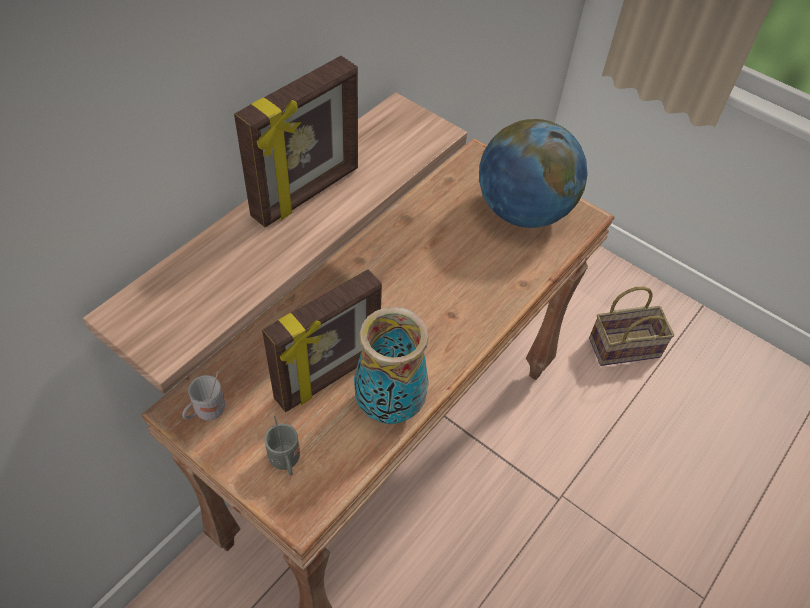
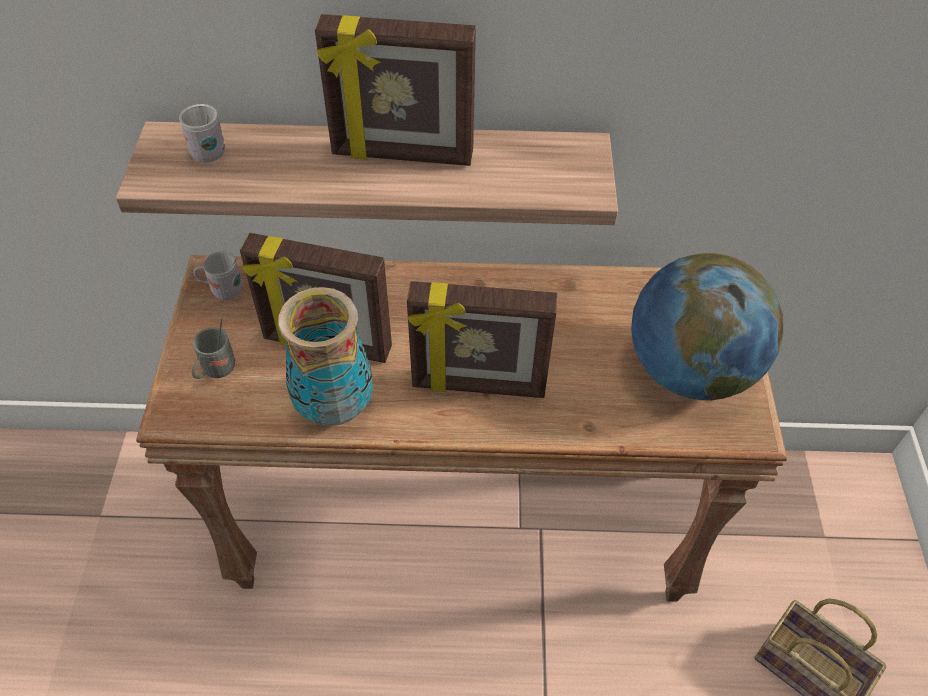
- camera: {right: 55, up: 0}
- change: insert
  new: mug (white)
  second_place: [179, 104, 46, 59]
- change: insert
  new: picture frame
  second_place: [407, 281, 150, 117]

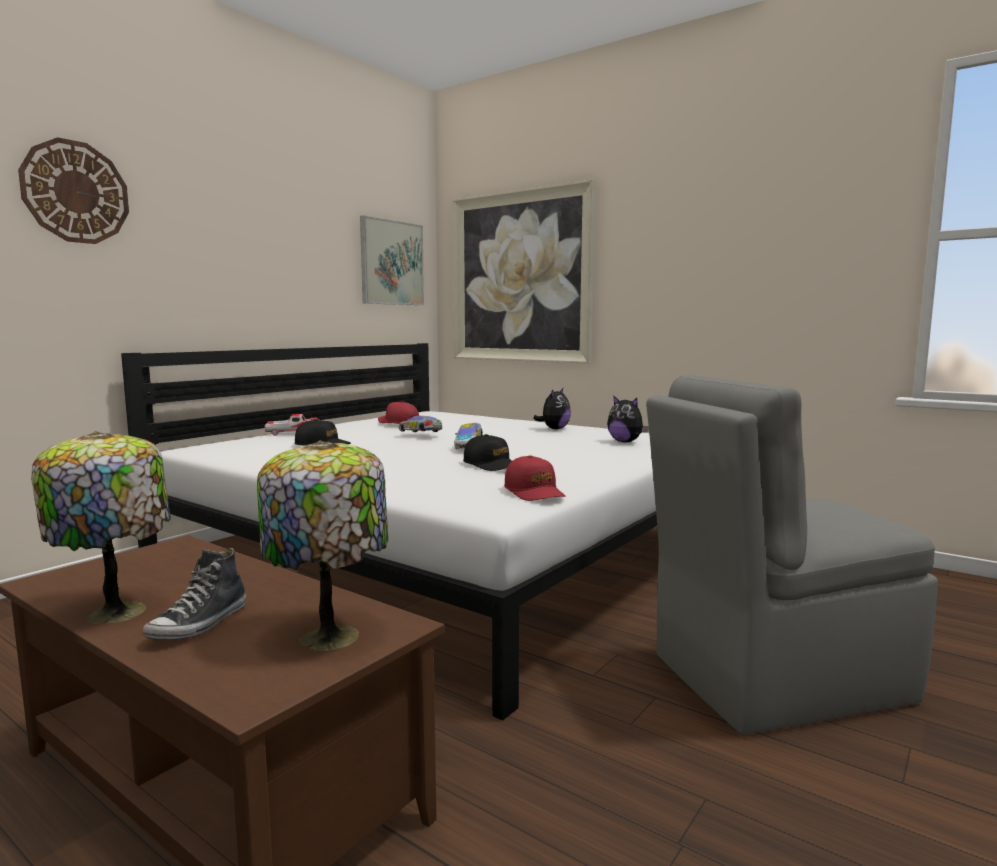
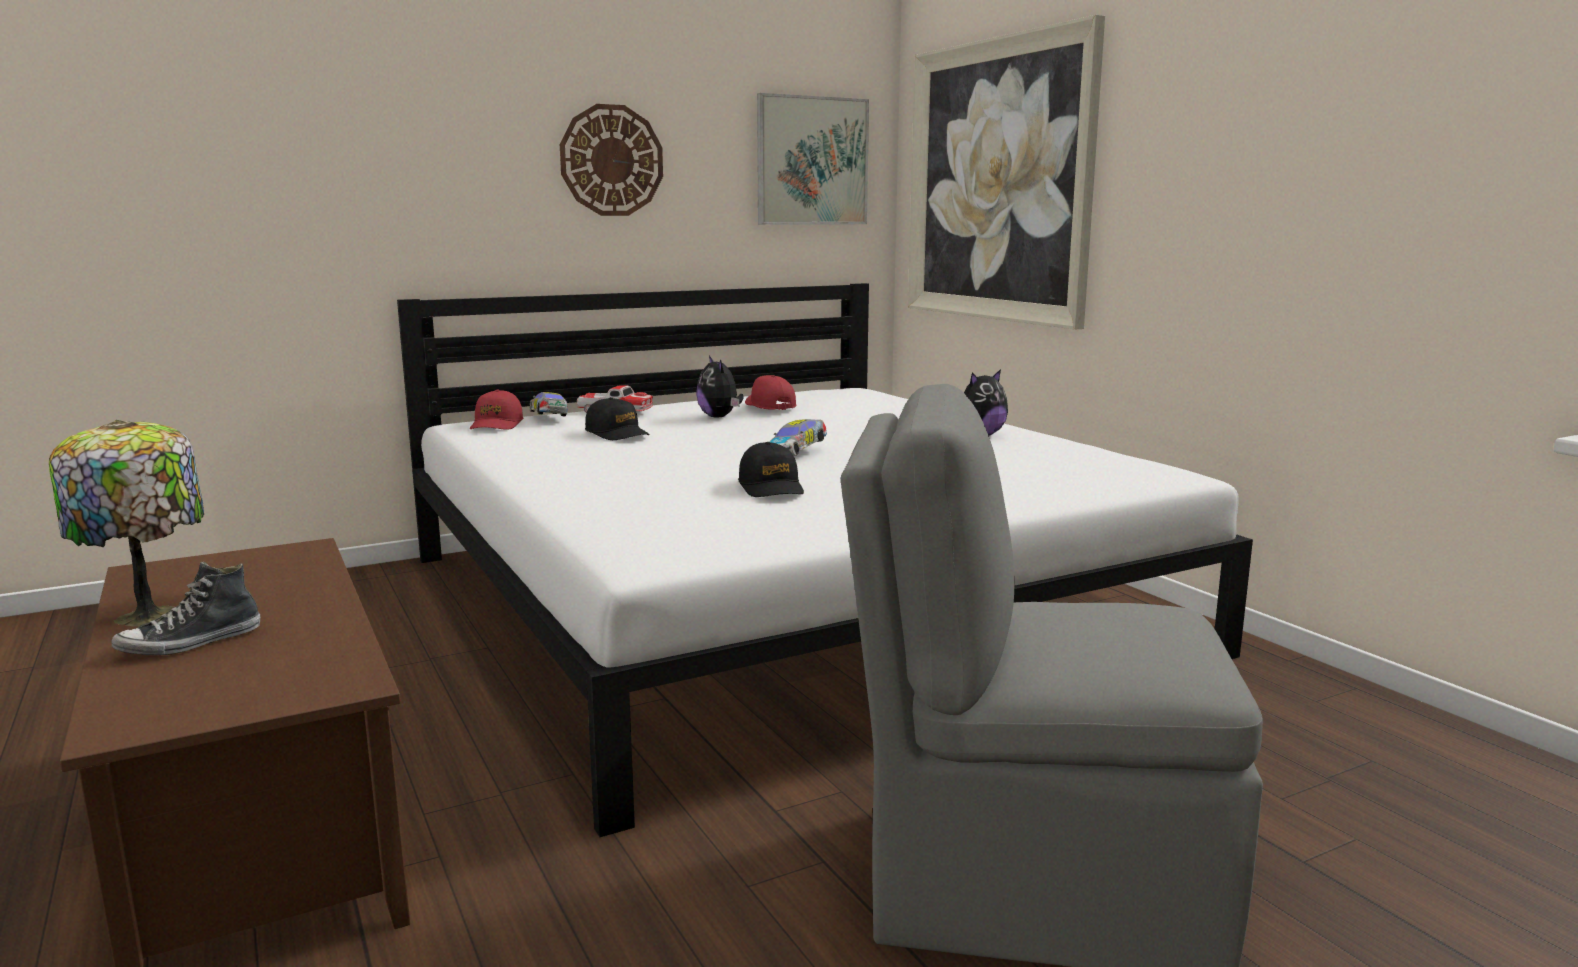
- camera: {right: 25, up: 5}
- change: move
  old: wall clock
  first_place: [18, 137, 111, 107]
  second_place: [560, 104, 103, 112]
- change: move
  old: plush toy
  first_place: [607, 395, 42, 48]
  second_place: [696, 356, 48, 62]
- change: move
  old: toy car
  first_place: [398, 416, 44, 16]
  second_place: [530, 392, 38, 24]
- change: delete
  old: table lamp
  first_place: [257, 440, 131, 212]
- change: move
  old: cap (red)
  first_place: [504, 455, 61, 46]
  second_place: [470, 390, 53, 40]

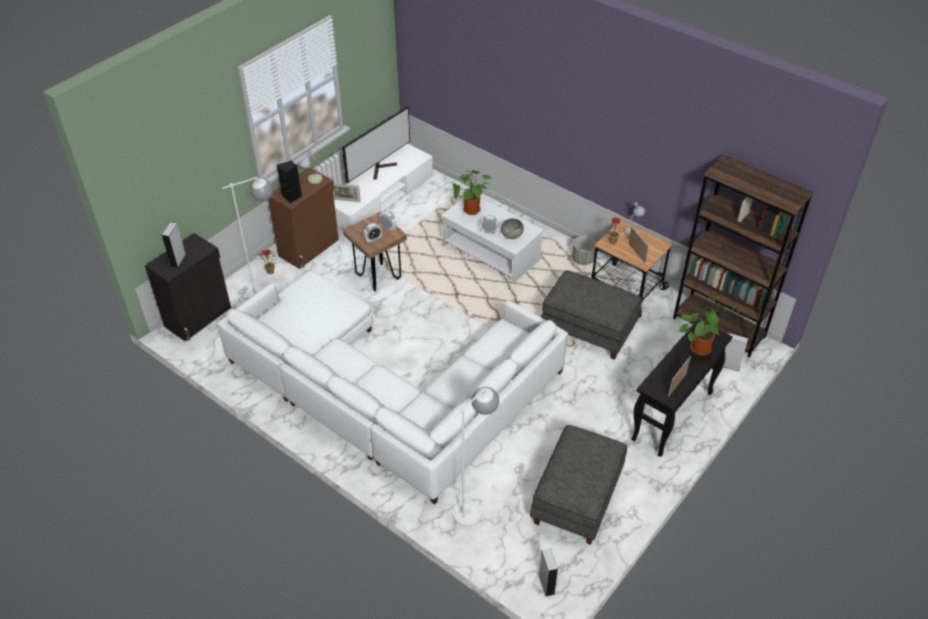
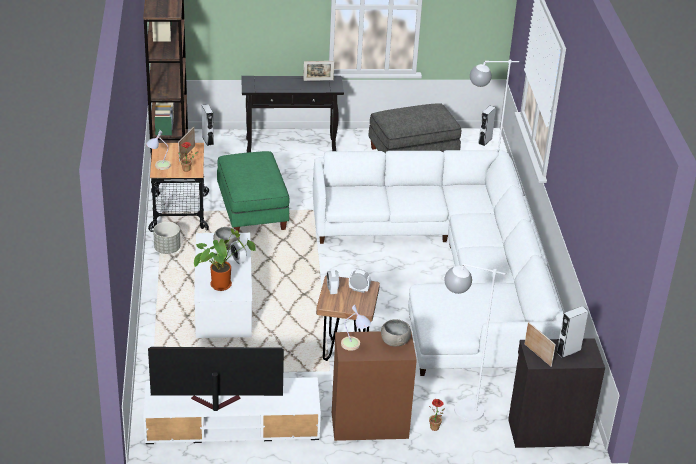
- camera: {right: -135, up: -10}
- change: replace
  old: speaker (black)
  new: bowl (grey)
  first_place: [277, 160, 25, 44]
  second_place: [381, 319, 30, 27]
- change: move
  old: picture frame
  first_place: [333, 183, 28, 19]
  second_place: [525, 322, 31, 45]
- change: recolor
  old: ottoman (grey)
  new: ottoman (green)
  first_place: [541, 270, 101, 90]
  second_place: [217, 151, 72, 82]
- change: delete
  old: potted plant
  first_place: [678, 295, 61, 61]

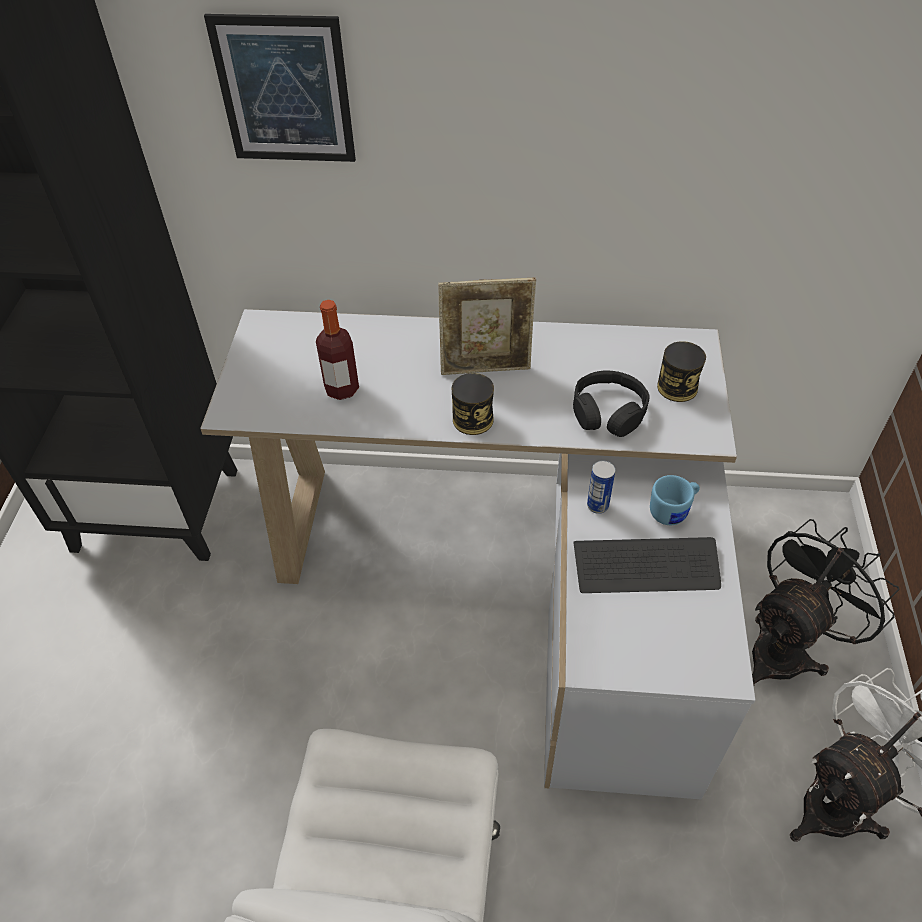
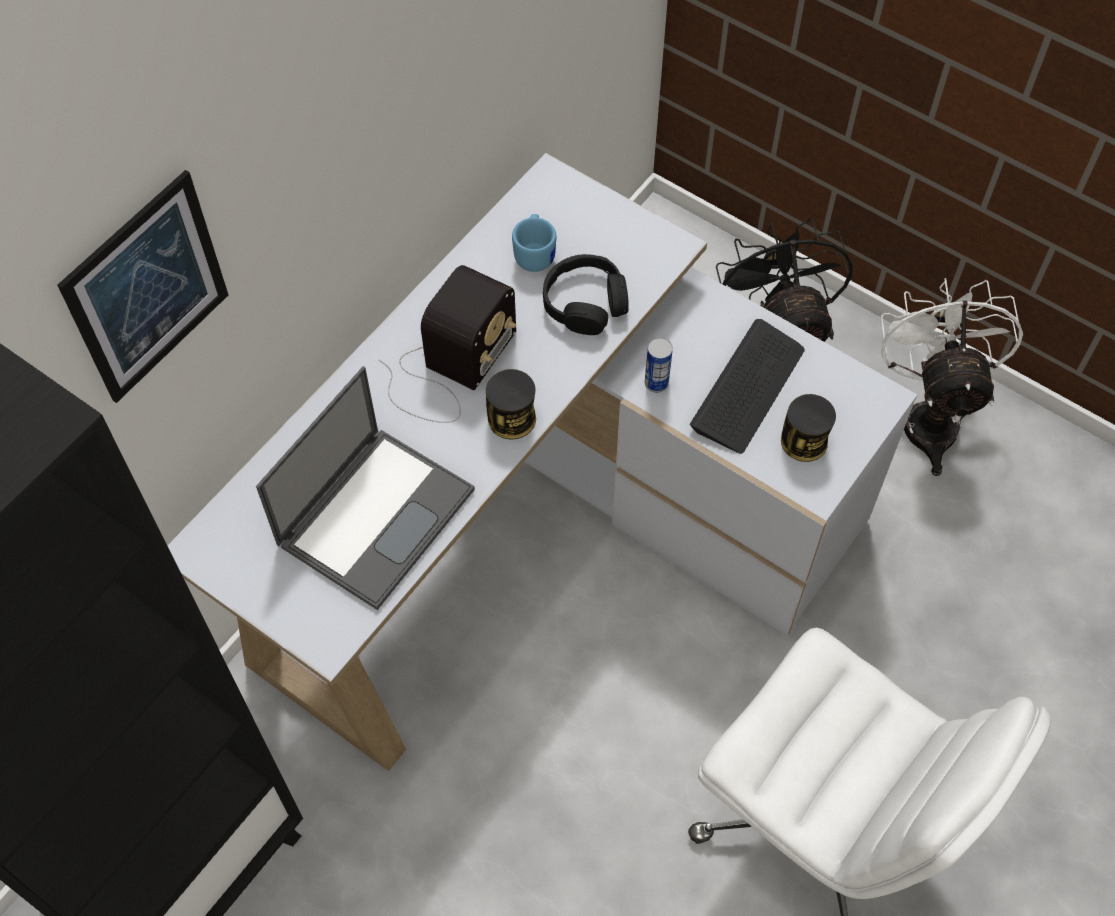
- camera: {right: -60, up: 10}
- change: replace
  old: picture frame
  new: radio
  first_place: [438, 278, 98, 97]
  second_place: [379, 265, 137, 158]
- change: replace
  old: bottle
  new: laptop
  first_place: [316, 300, 43, 100]
  second_place: [256, 366, 219, 244]
- change: move
  old: can
  first_place: [657, 341, 49, 61]
  second_place: [781, 394, 55, 68]
- change: move
  old: mug (blue)
  first_place: [650, 475, 50, 50]
  second_place: [512, 214, 44, 58]

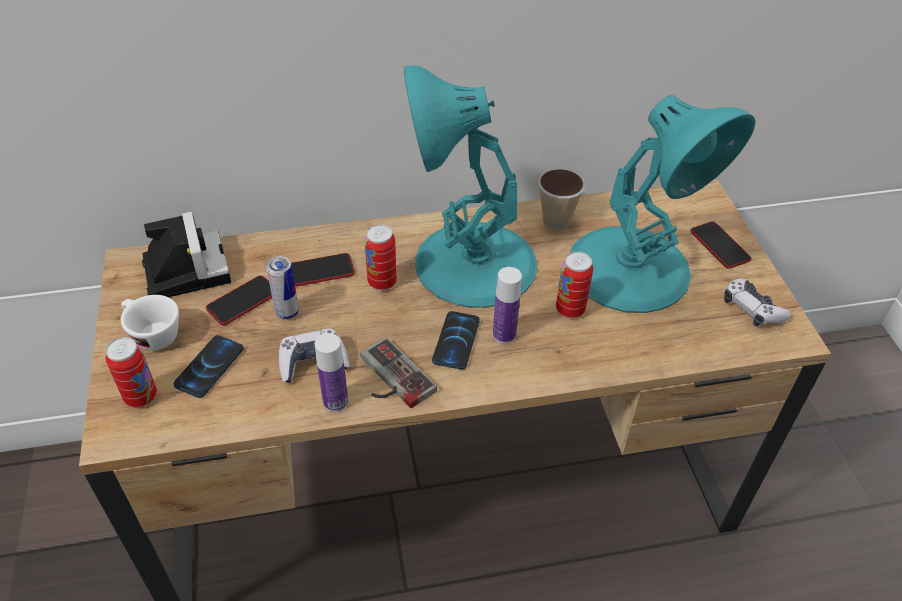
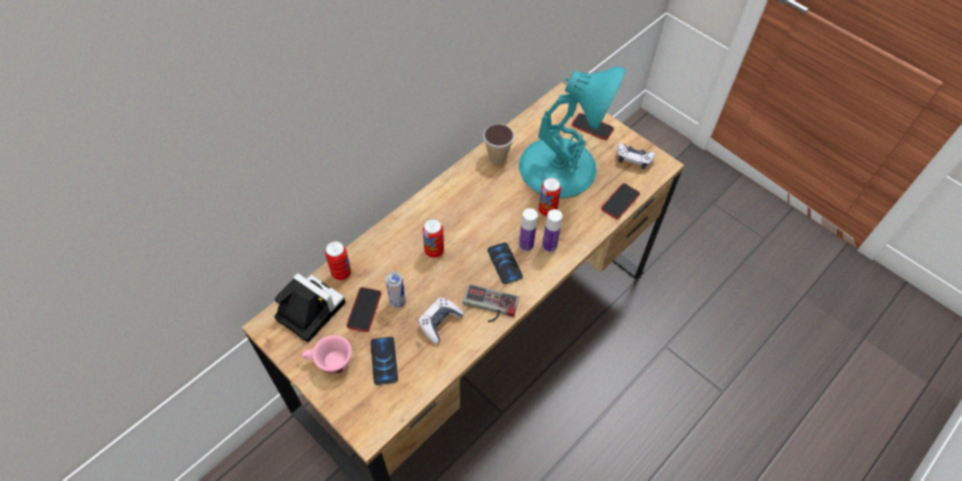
- camera: {right: -35, up: 10}
- change: delete
  old: table lamp (turquoise)
  first_place: [404, 66, 133, 242]
- change: move
  old: phone
  first_place: [291, 253, 64, 34]
  second_place: [601, 183, 39, 36]
- change: recolor
  old: cup (white)
  new: cup (pink)
  first_place: [121, 295, 58, 55]
  second_place: [302, 335, 50, 39]
- change: move
  old: bottle
  first_place: [315, 333, 33, 79]
  second_place: [542, 209, 20, 43]
- change: move
  old: can
  first_place: [106, 337, 51, 71]
  second_place: [325, 241, 26, 39]

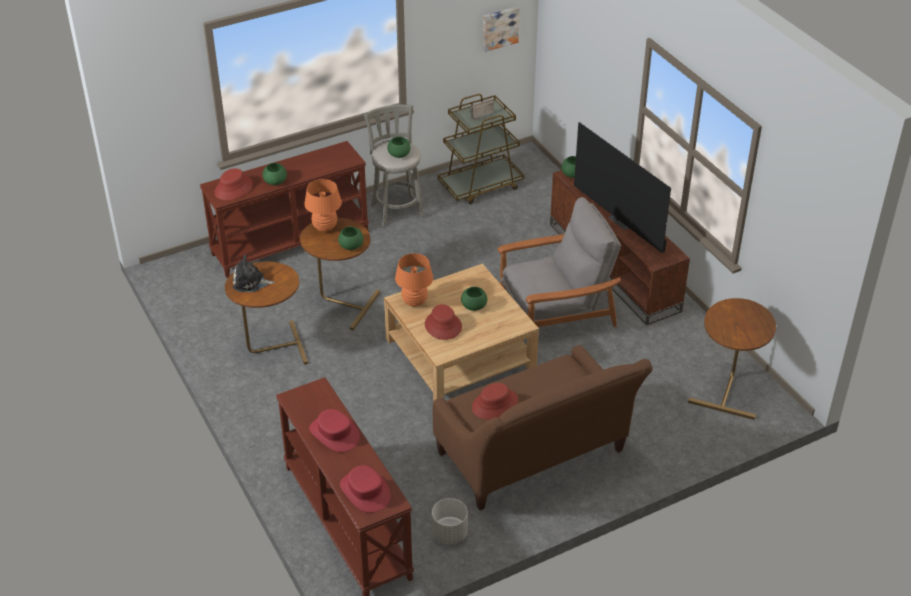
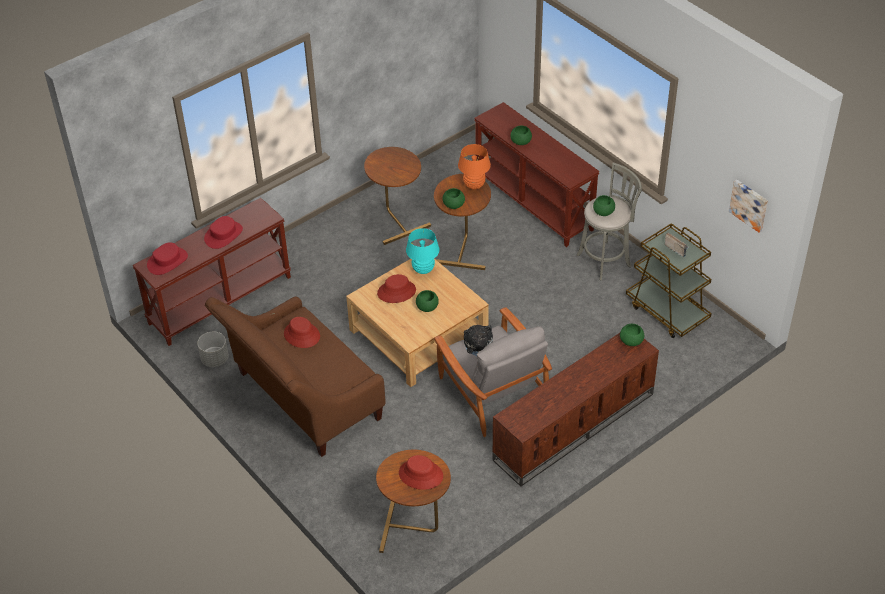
- camera: {right: 80, up: 5}
- change: delete
  old: television
  first_place: [574, 122, 97, 131]
- change: move
  old: hat (red)
  first_place: [214, 168, 39, 32]
  second_place: [399, 455, 44, 35]
- change: recolor
  old: table lamp (orange)
  new: table lamp (turquoise)
  first_place: [395, 253, 38, 54]
  second_place: [406, 228, 33, 46]
- change: move
  old: plush toy
  first_place: [233, 254, 41, 38]
  second_place: [464, 325, 29, 32]

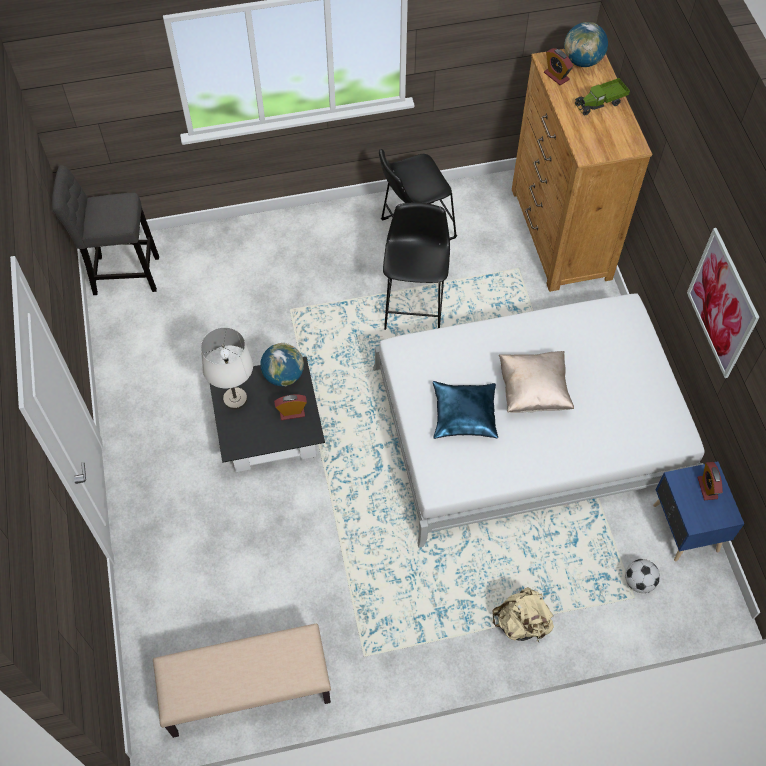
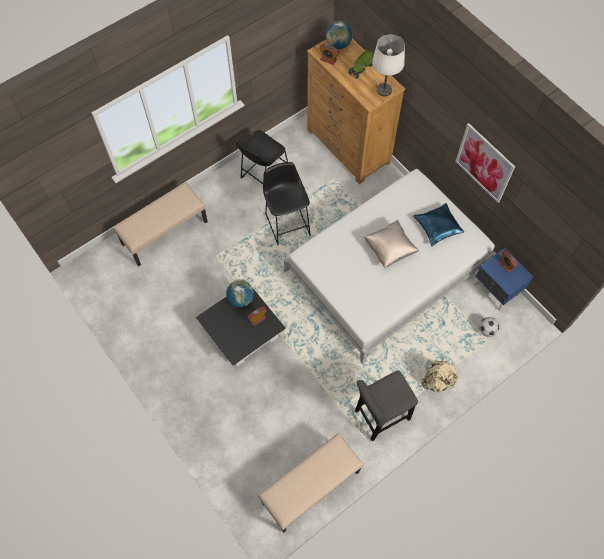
- camera: {right: -25, up: 5}
- change: move
  old: stool (grey)
  first_place: [52, 165, 107, 130]
  second_place: [355, 371, 63, 70]
- change: move
  old: table lamp (white)
  first_place: [201, 327, 52, 83]
  second_place: [372, 35, 33, 61]
- change: move
  old: pillow (blue)
  first_place: [433, 381, 65, 58]
  second_place: [413, 203, 51, 43]
- change: insert
  new: bench (beige)
  second_place: [113, 183, 95, 83]

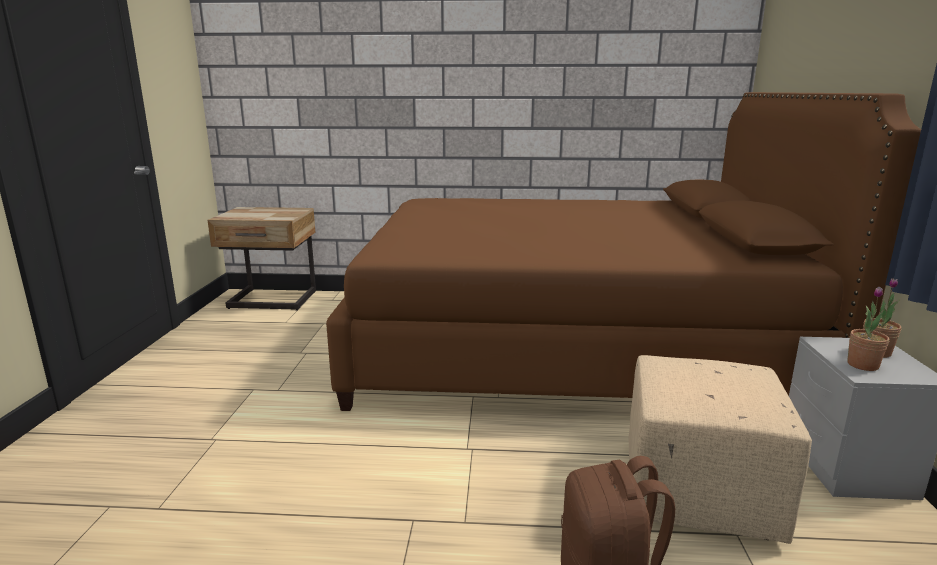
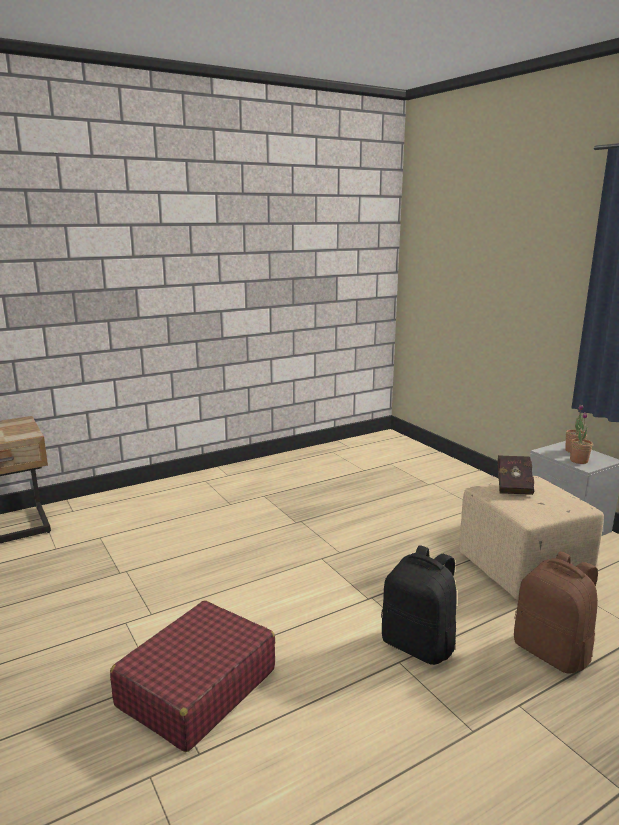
- camera: {right: -35, up: 0}
- change: delete
  old: bed (brown)
  first_place: [326, 92, 595, 319]
- change: insert
  new: book (red)
  second_place: [498, 455, 36, 40]
- change: insert
  new: backpack (black)
  second_place: [381, 545, 75, 120]
- change: insert
  new: suitcase (red)
  second_place: [110, 600, 165, 152]

